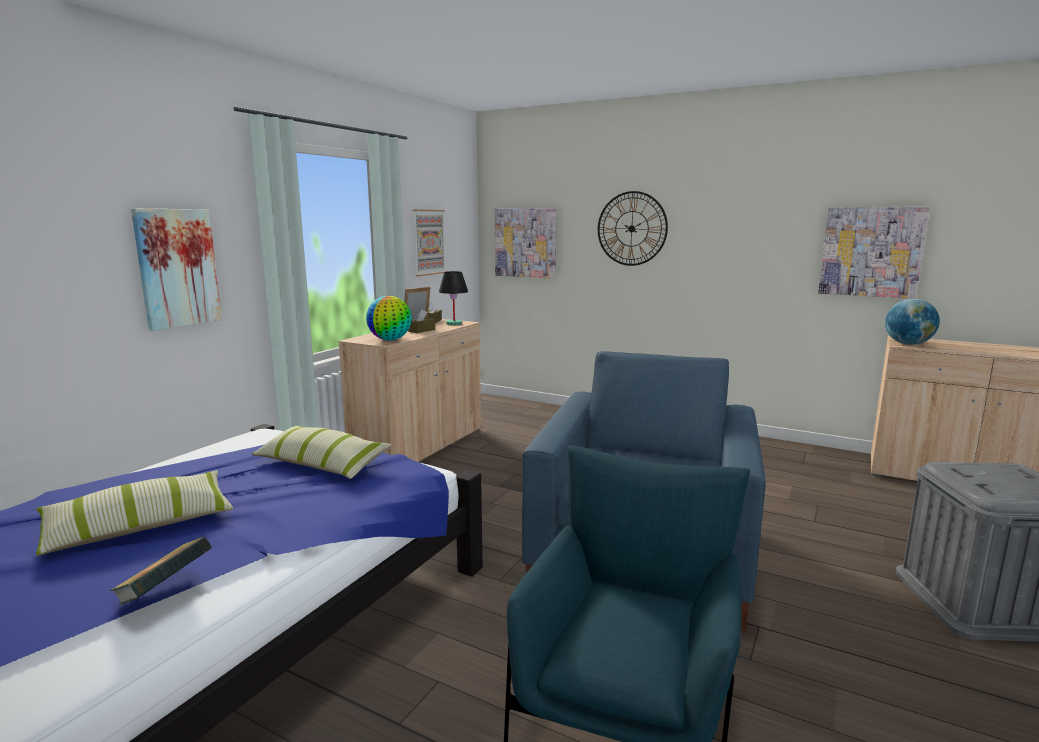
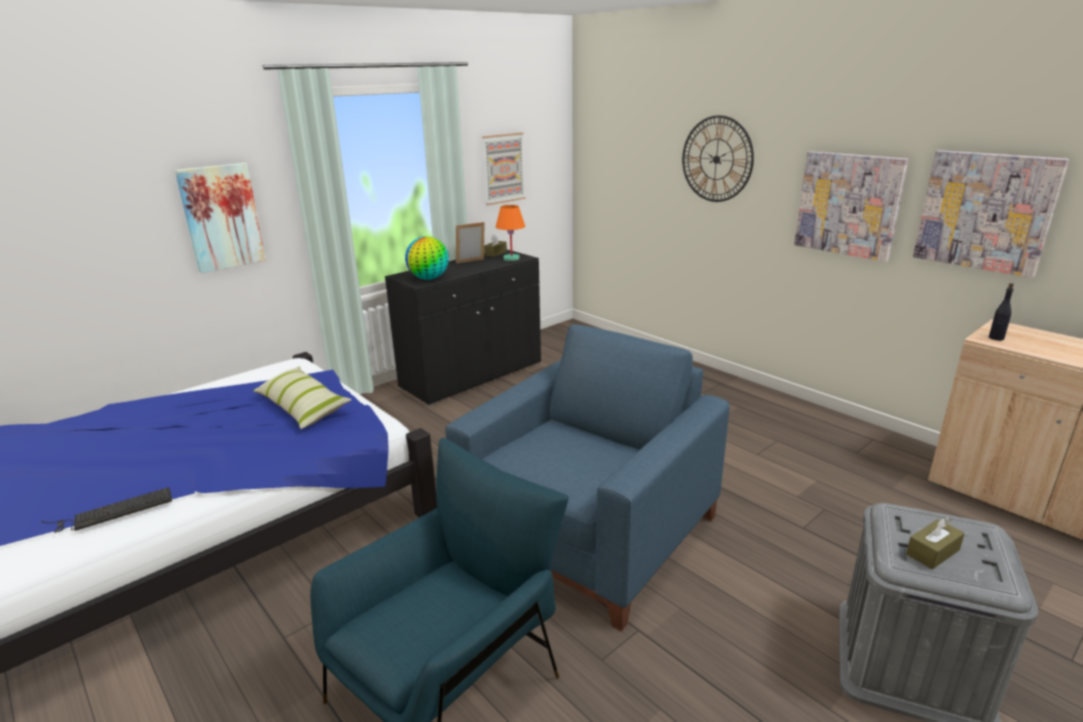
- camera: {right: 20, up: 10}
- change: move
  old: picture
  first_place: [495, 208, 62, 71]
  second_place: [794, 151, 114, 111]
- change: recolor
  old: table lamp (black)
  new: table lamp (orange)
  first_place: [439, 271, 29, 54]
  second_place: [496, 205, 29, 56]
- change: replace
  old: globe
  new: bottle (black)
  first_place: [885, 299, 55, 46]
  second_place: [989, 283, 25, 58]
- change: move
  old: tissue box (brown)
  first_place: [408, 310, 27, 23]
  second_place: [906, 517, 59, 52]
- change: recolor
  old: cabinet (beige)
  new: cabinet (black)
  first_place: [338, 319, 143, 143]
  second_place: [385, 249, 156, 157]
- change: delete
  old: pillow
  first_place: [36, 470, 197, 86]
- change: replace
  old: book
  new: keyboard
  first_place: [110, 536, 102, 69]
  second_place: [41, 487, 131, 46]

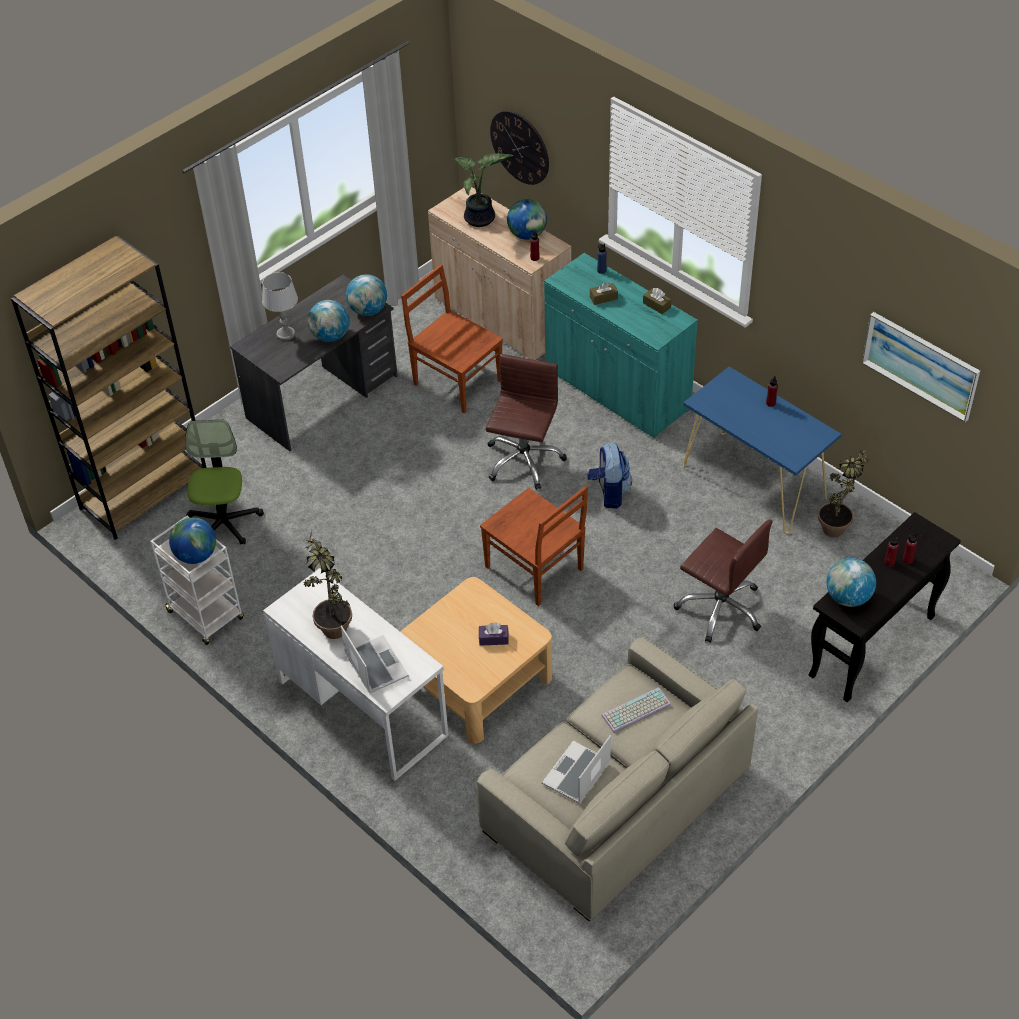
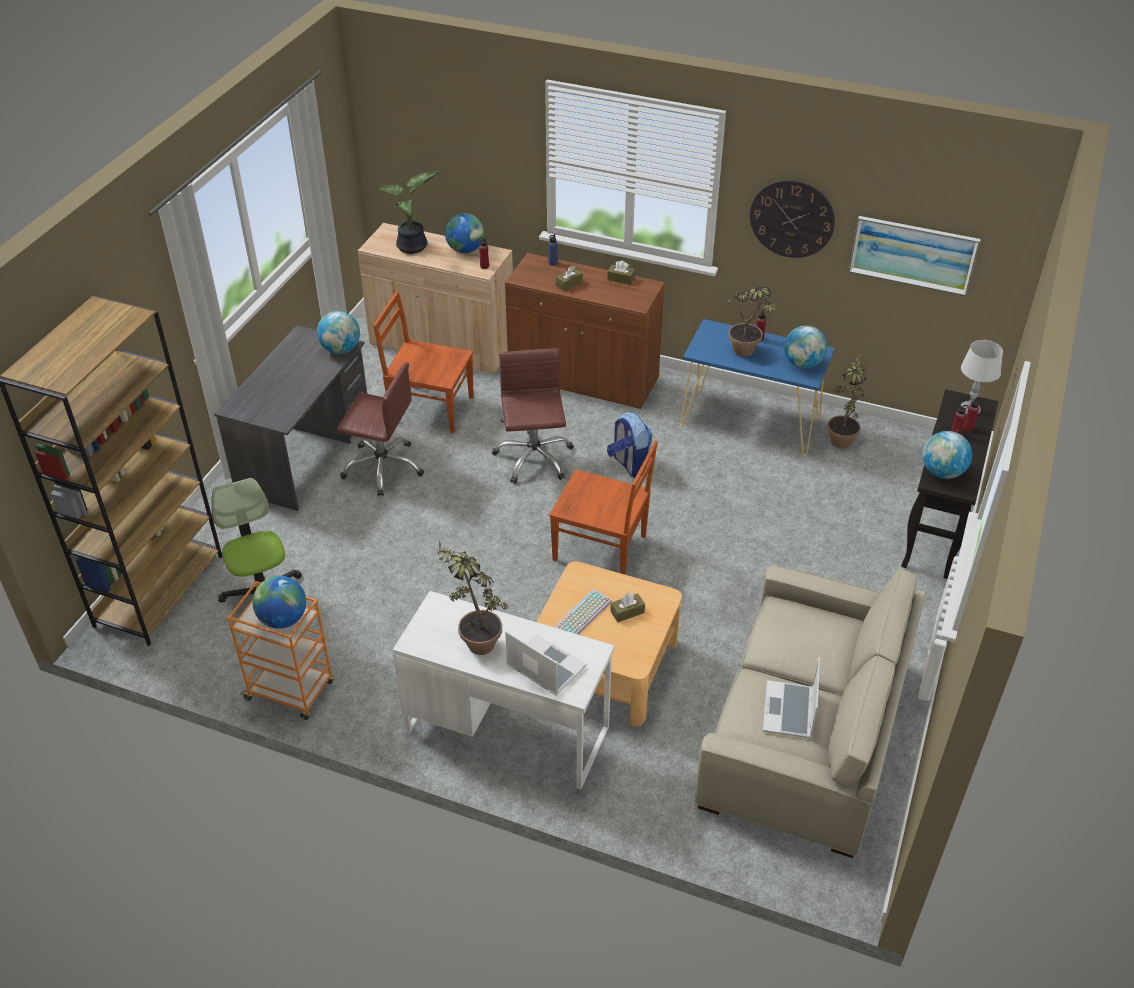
- camera: {right: -25, up: -5}
- change: move
  old: wall clock
  first_place: [490, 110, 59, 75]
  second_place: [750, 180, 85, 78]
- change: recolor
  old: cabinet (turquoise)
  new: cabinet (brown)
  first_place: [544, 253, 154, 185]
  second_place: [505, 253, 160, 156]
- change: move
  old: table lamp (grey)
  first_place: [262, 272, 36, 69]
  second_place: [960, 340, 43, 75]
- change: move
  old: globe
  first_place: [308, 300, 42, 42]
  second_place: [784, 326, 43, 42]
- change: recolor
  old: cart (white)
  new: cart (orange)
  first_place: [150, 516, 94, 129]
  second_place: [228, 581, 107, 139]
- change: move
  old: office chair (brown)
  first_place: [674, 520, 98, 123]
  second_place: [337, 362, 87, 134]
- change: recolor
  old: tissue box (purple)
  new: tissue box (brown)
  first_place: [479, 623, 30, 23]
  second_place: [610, 593, 35, 29]
- change: move
  old: keyboard
  first_place: [601, 687, 70, 46]
  second_place: [554, 589, 58, 45]
- change: insert
  new: potted plant
  second_place: [727, 287, 51, 70]

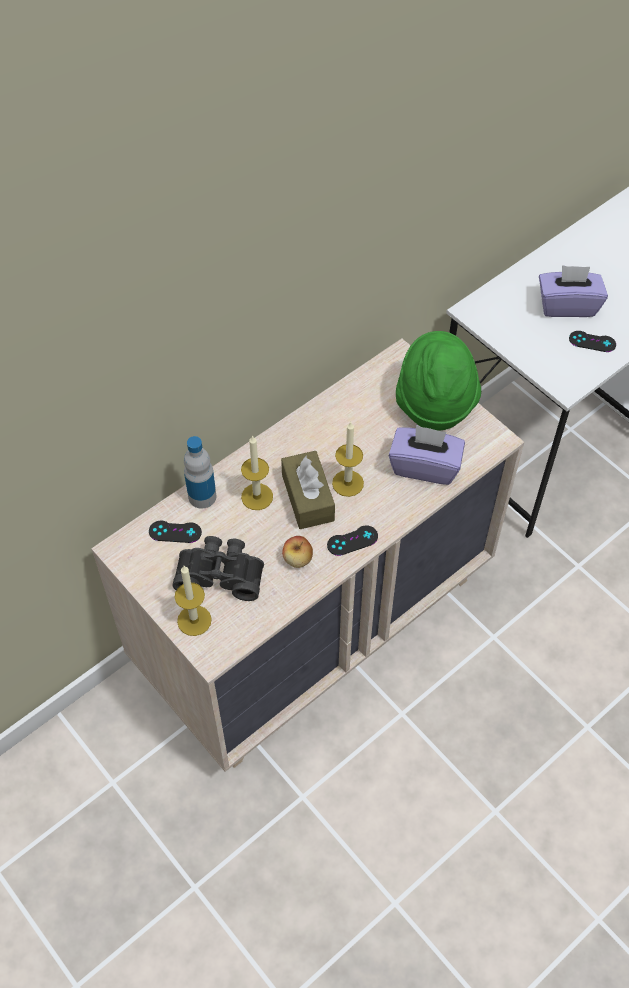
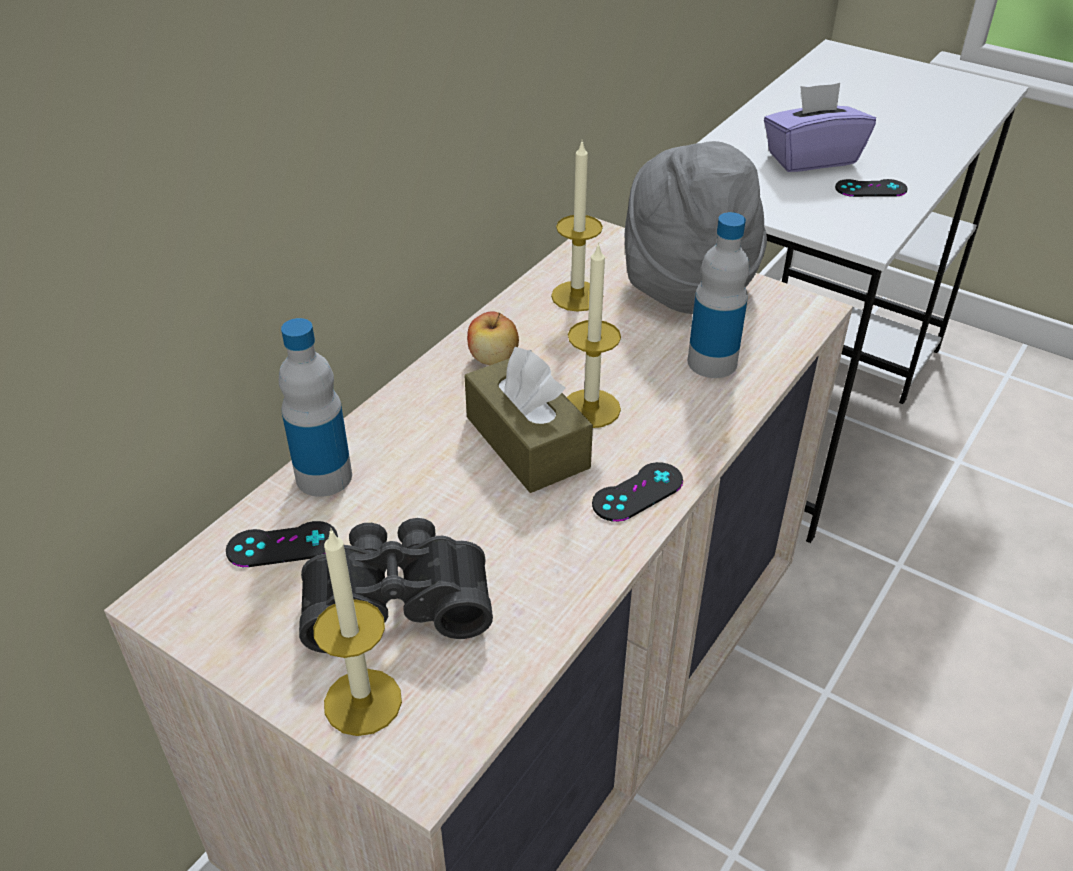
- camera: {right: -15, up: -15}
- change: recolor
  old: hat (green)
  new: hat (grey)
  first_place: [396, 331, 85, 100]
  second_place: [625, 141, 142, 173]
- change: replace
  old: tissue box (purple)
  new: bottle
  first_place: [389, 425, 76, 60]
  second_place: [688, 212, 62, 166]
- change: move
  old: candle
  first_place: [241, 435, 32, 75]
  second_place: [551, 142, 52, 170]
- change: move
  old: apple
  first_place: [282, 536, 31, 32]
  second_place: [467, 311, 52, 54]

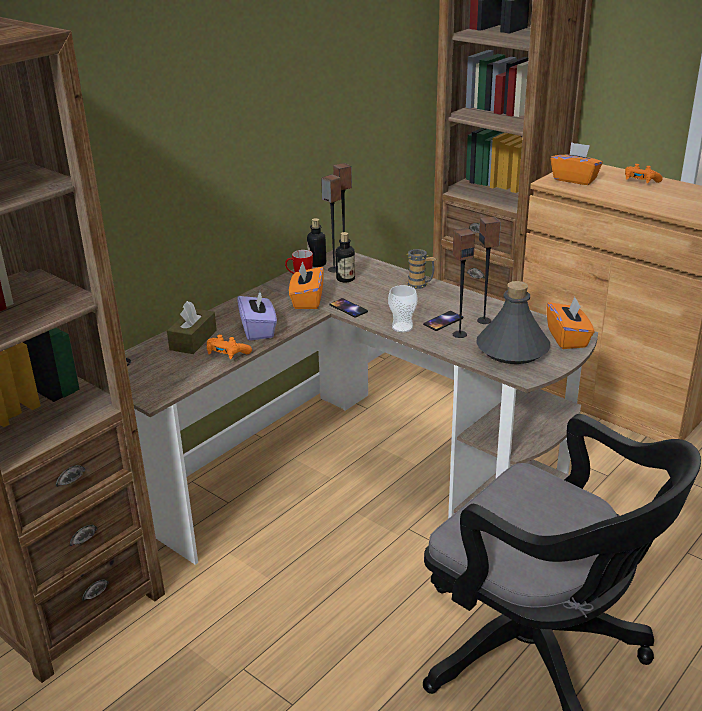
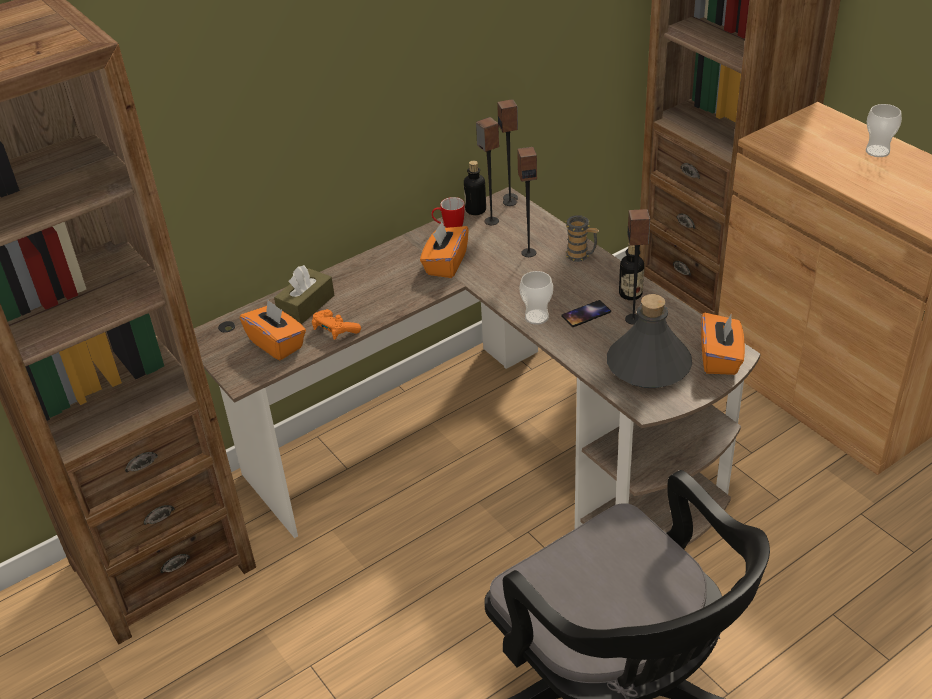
- camera: {right: 15, up: 10}
- change: move
  old: tissue box (orange)
  first_place: [551, 142, 52, 43]
  second_place: [240, 300, 66, 60]
- change: replace
  old: game controller (orange)
  new: cup
  first_place: [625, 164, 38, 19]
  second_place: [866, 104, 36, 53]
- change: move
  old: speaker
  first_place: [453, 228, 22, 110]
  second_place: [517, 147, 20, 110]
- change: move
  old: bottle
  first_place: [336, 232, 19, 51]
  second_place: [619, 243, 25, 57]
- change: delete
  old: tissue box (purple)
  first_place: [237, 291, 40, 50]
- change: delete
  old: phone
  first_place: [329, 298, 39, 20]

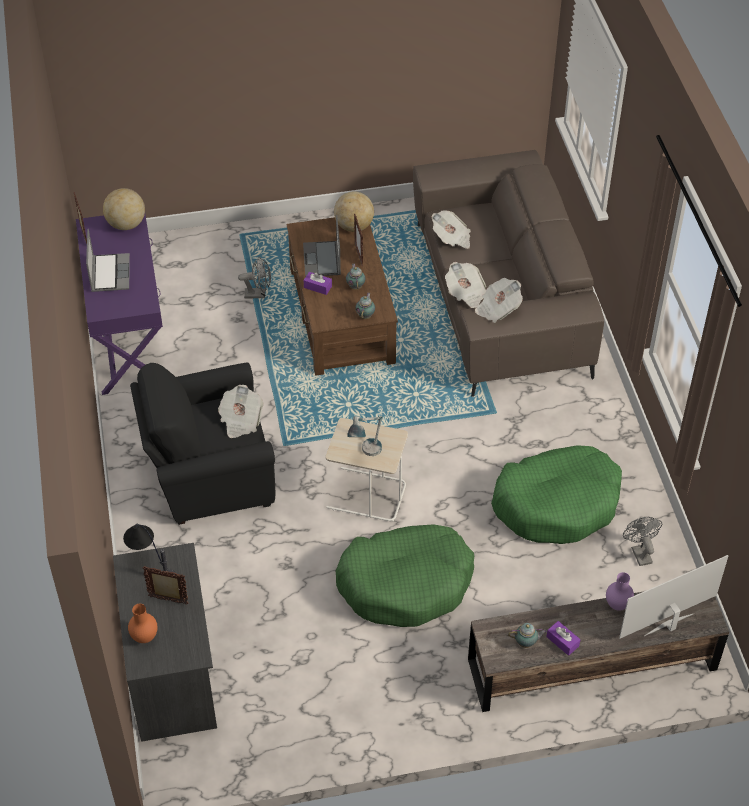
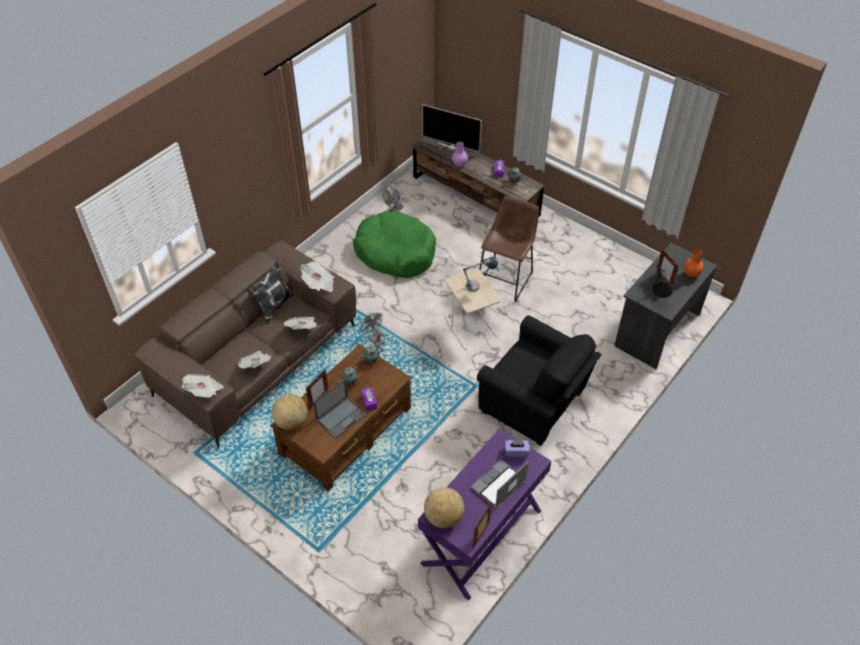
- camera: {right: -130, up: 0}
- change: move
  old: fan (grey)
  first_place: [238, 257, 33, 42]
  second_place: [360, 313, 25, 34]
- change: move
  old: newspaper
  first_place: [218, 385, 46, 53]
  second_place: [182, 374, 42, 24]
- change: replace
  old: dog bed (green)
  new: stool (brown)
  first_place: [335, 524, 139, 103]
  second_place: [479, 196, 60, 106]
- change: insert
  new: pillow
  second_place: [247, 261, 47, 62]
- change: insert
  new: tissue box (purple)
  second_place: [505, 440, 25, 17]

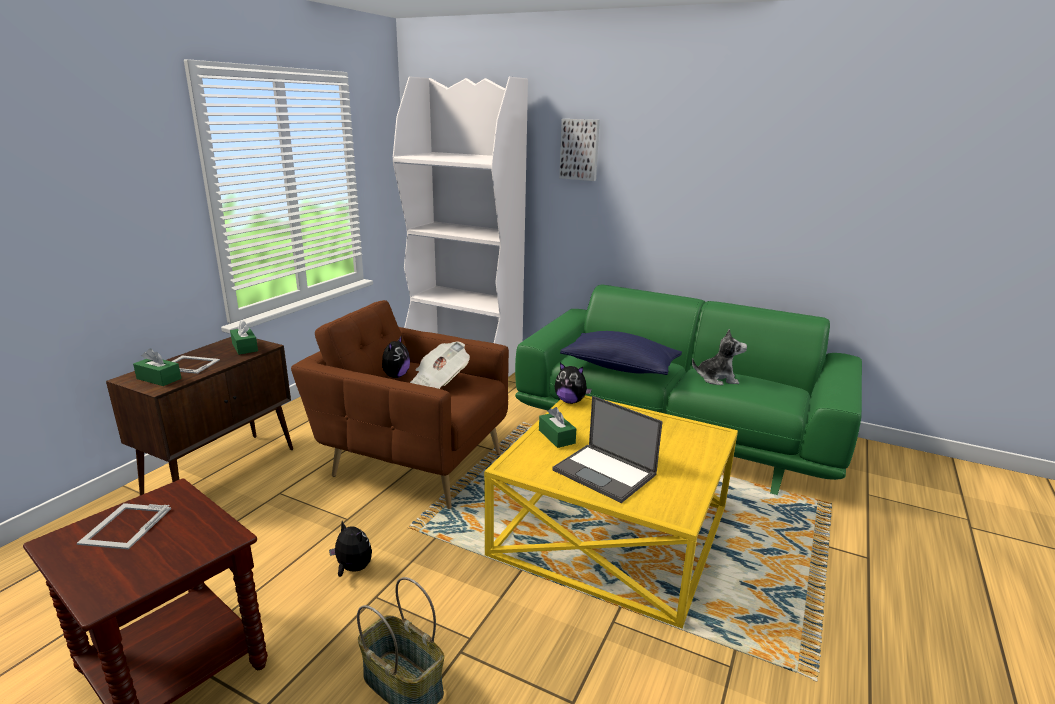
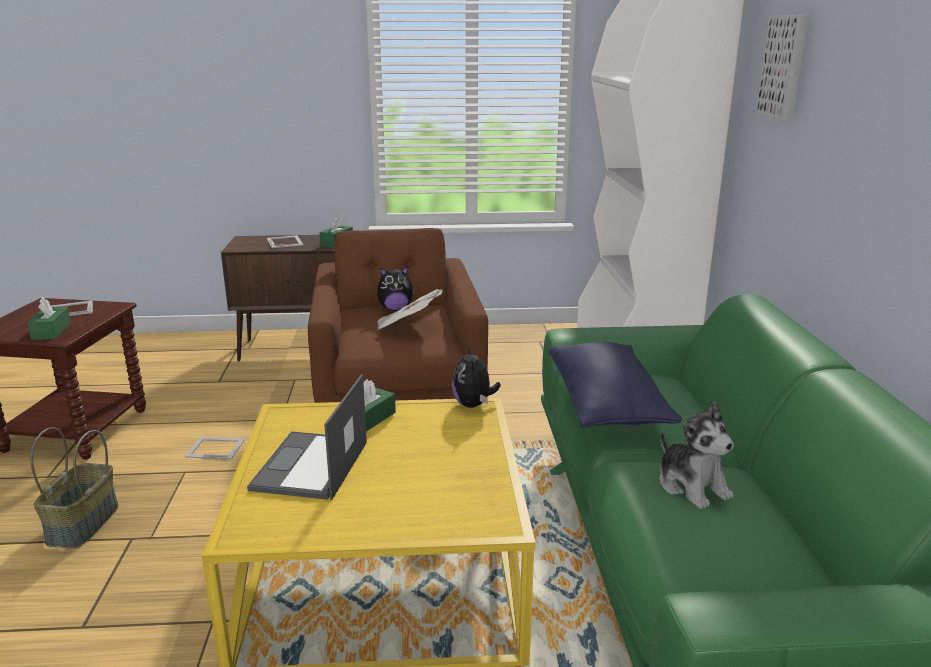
- camera: {right: 60, up: 0}
- change: move
  old: tissue box (green)
  first_place: [133, 349, 48, 37]
  second_place: [27, 297, 44, 43]
- change: replace
  old: plush toy
  new: picture frame
  first_place: [329, 521, 43, 56]
  second_place: [185, 437, 60, 22]

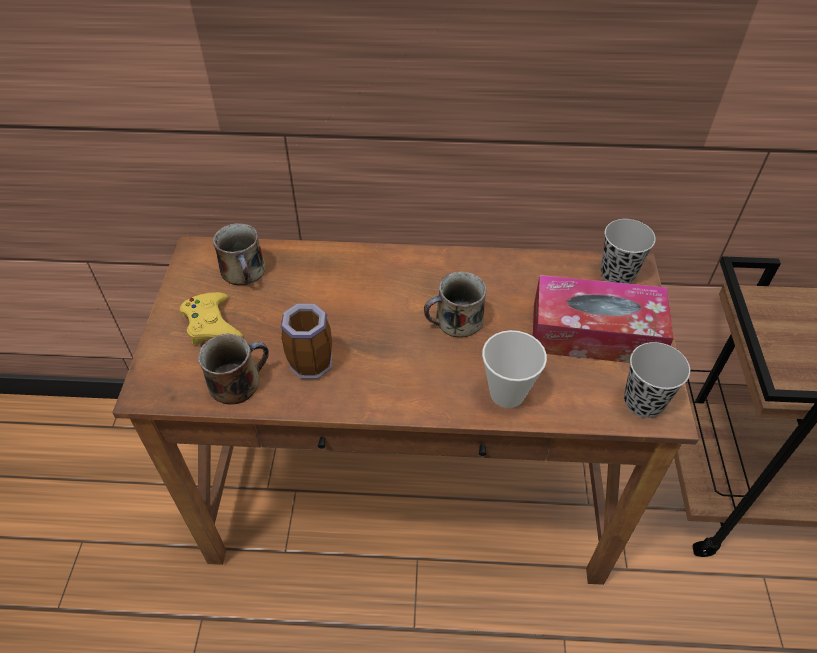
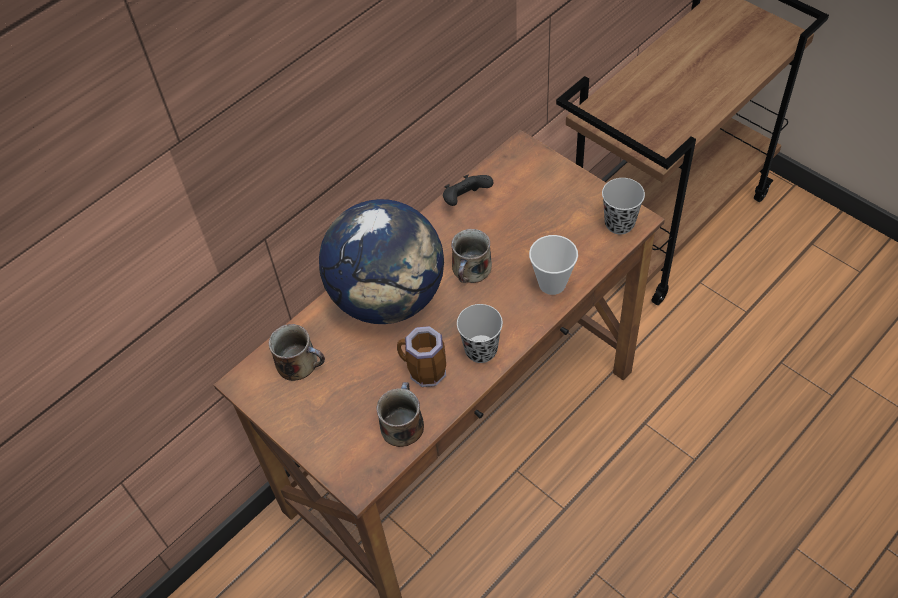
- camera: {right: -45, up: 5}
- change: move
  old: cup (black)
  first_place: [601, 219, 55, 65]
  second_place: [457, 304, 46, 59]
- change: delete
  old: tissue box
  first_place: [533, 275, 141, 88]
- change: delete
  old: game controller (yellow)
  first_place: [180, 292, 63, 53]
- change: insert
  new: game controller (black)
  second_place: [443, 175, 50, 31]
- change: insert
  new: globe
  second_place: [319, 199, 125, 125]

